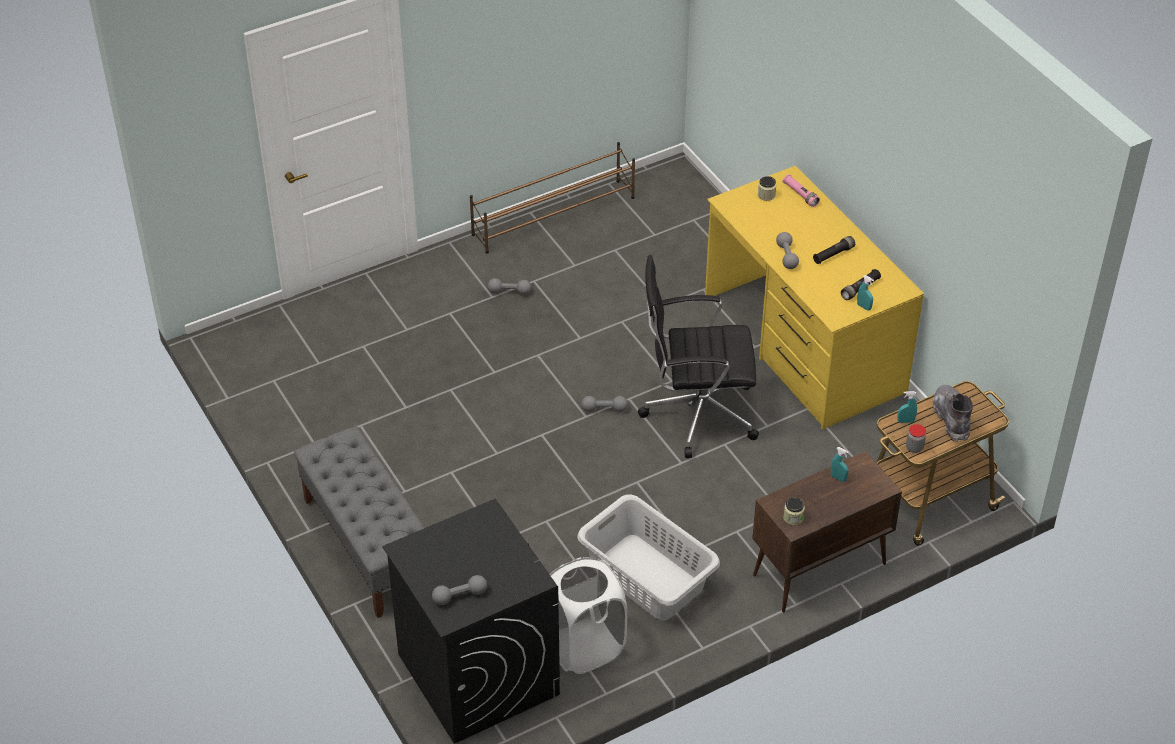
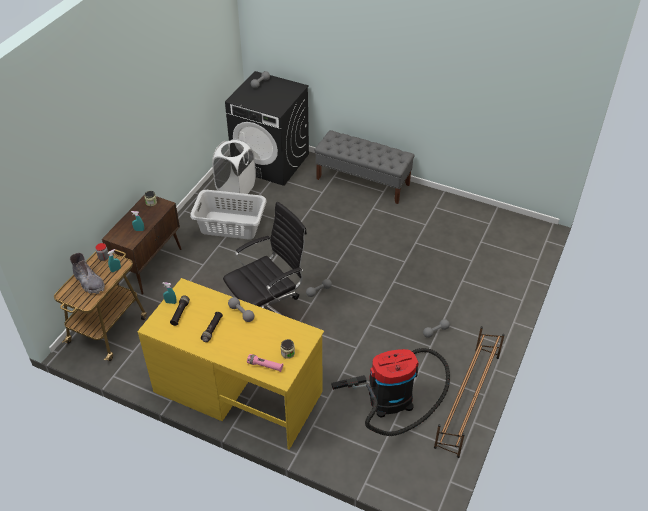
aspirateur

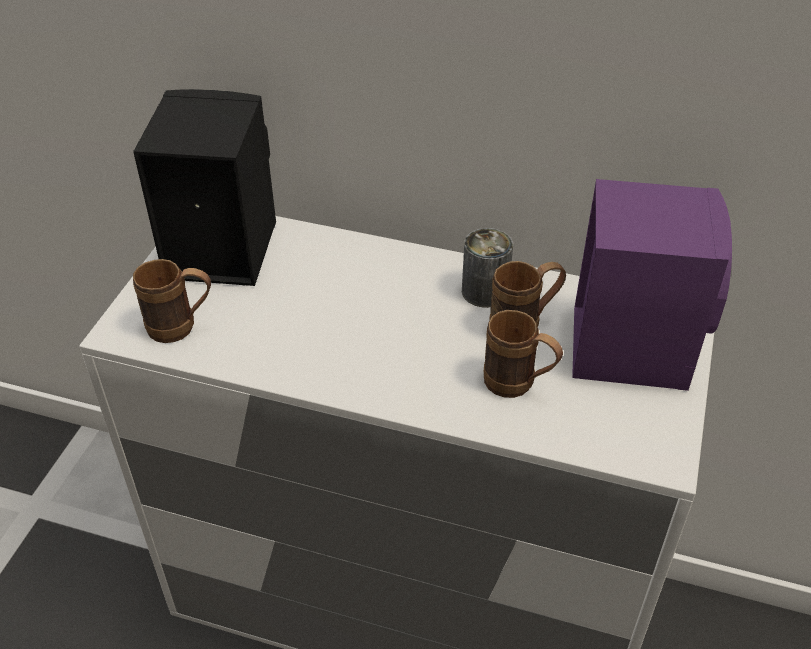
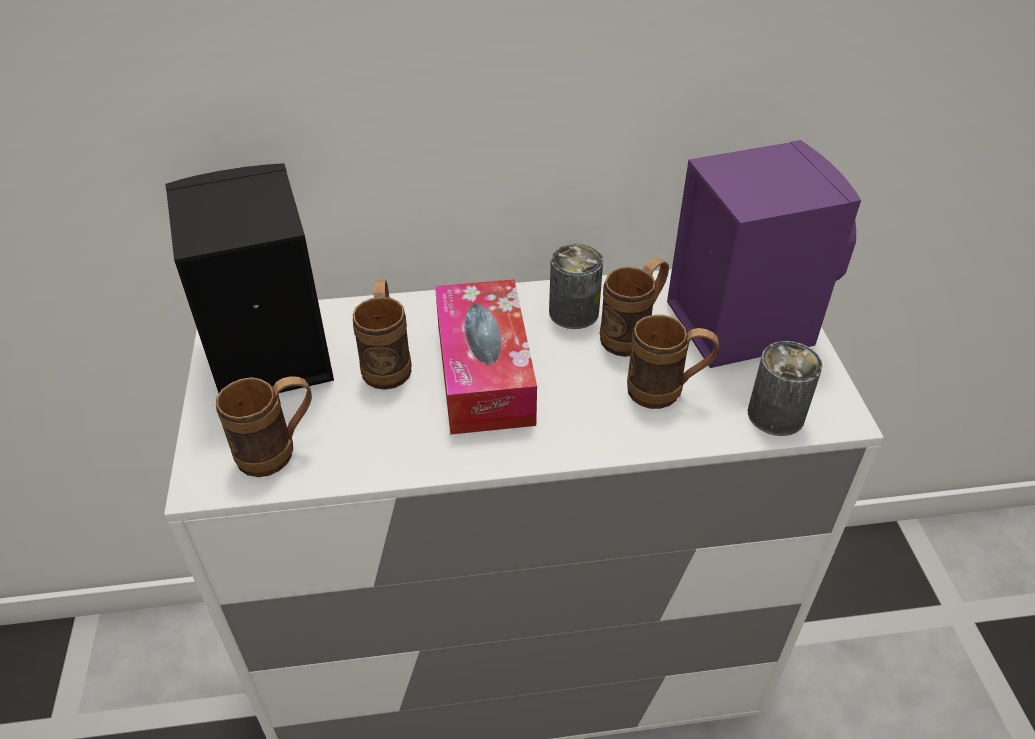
mug [marron] (no. 2 from left)
boîte à mouchoirs
boîte métallique (no. 2 from left)

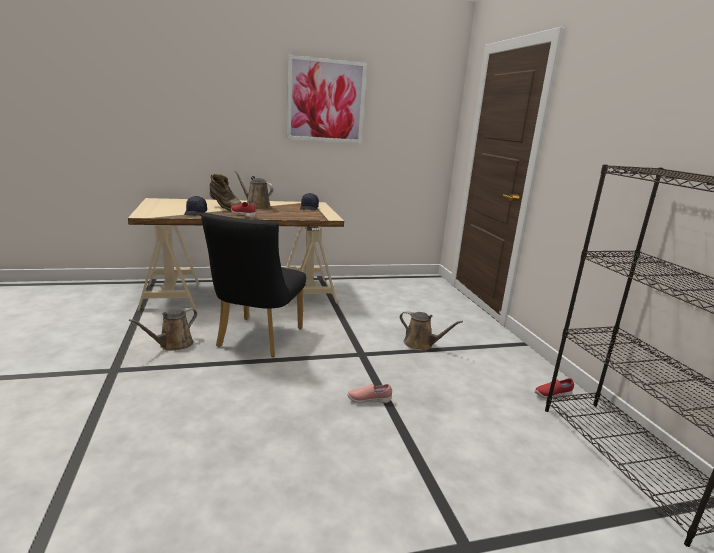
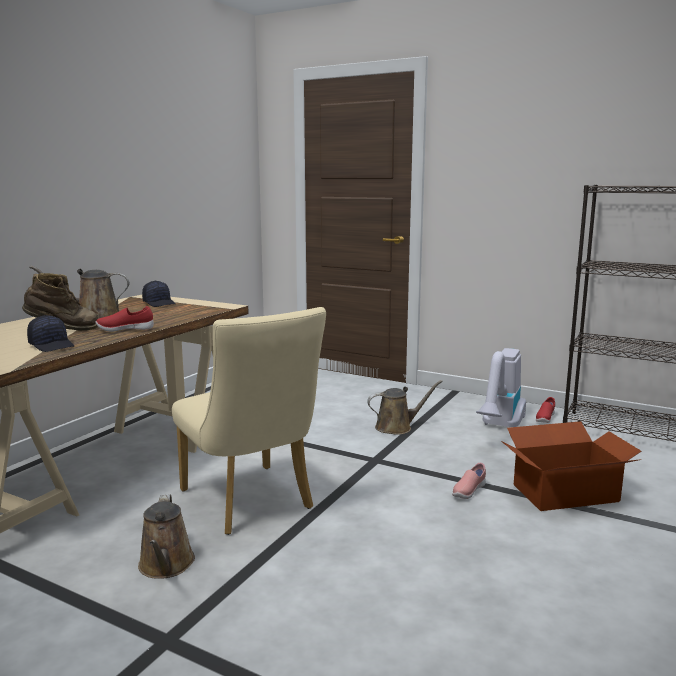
chaise [beige]
tableau
aspirateur
carton

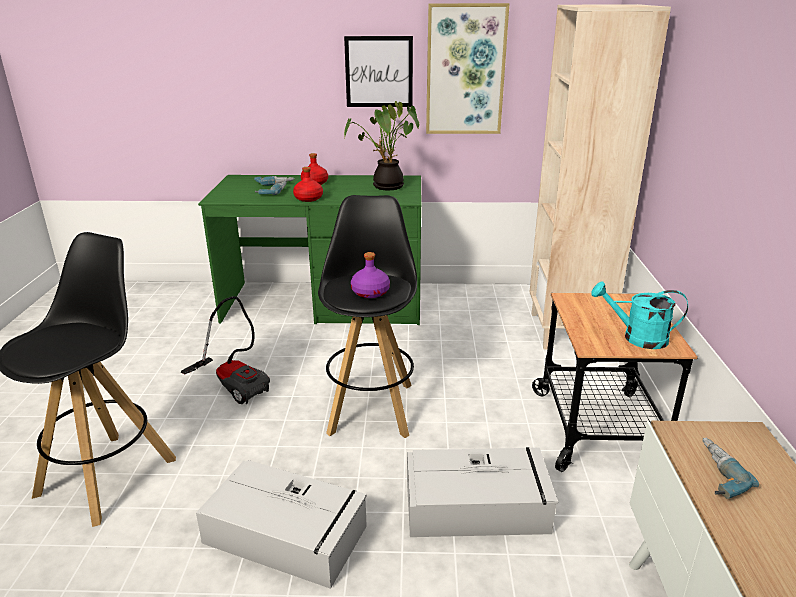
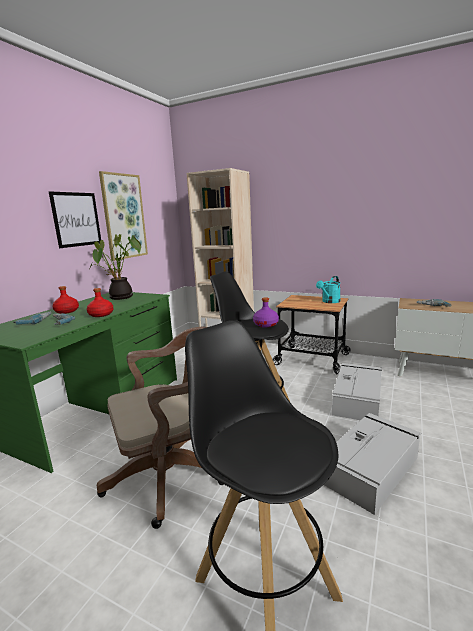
chaise de bureau [marron]

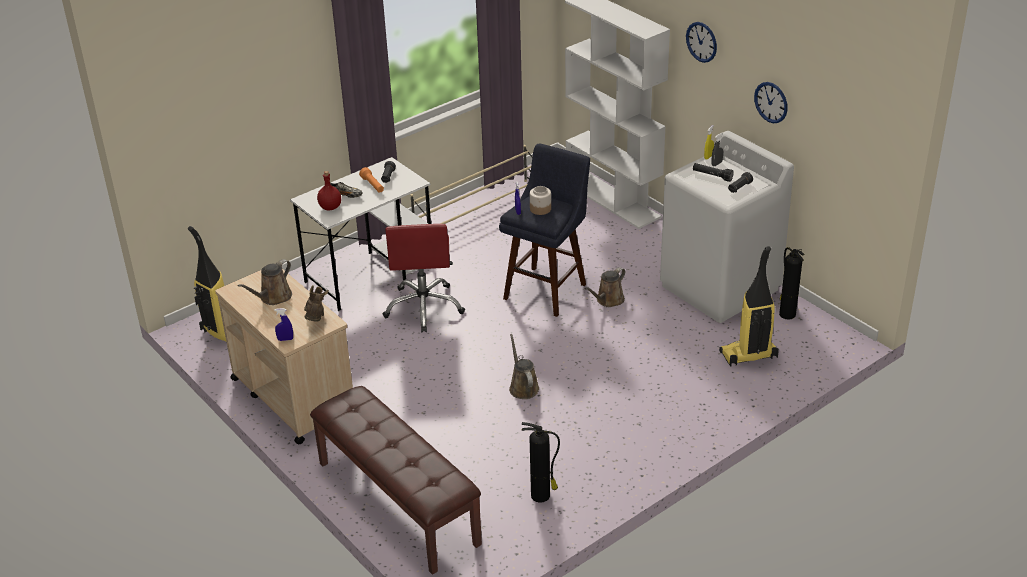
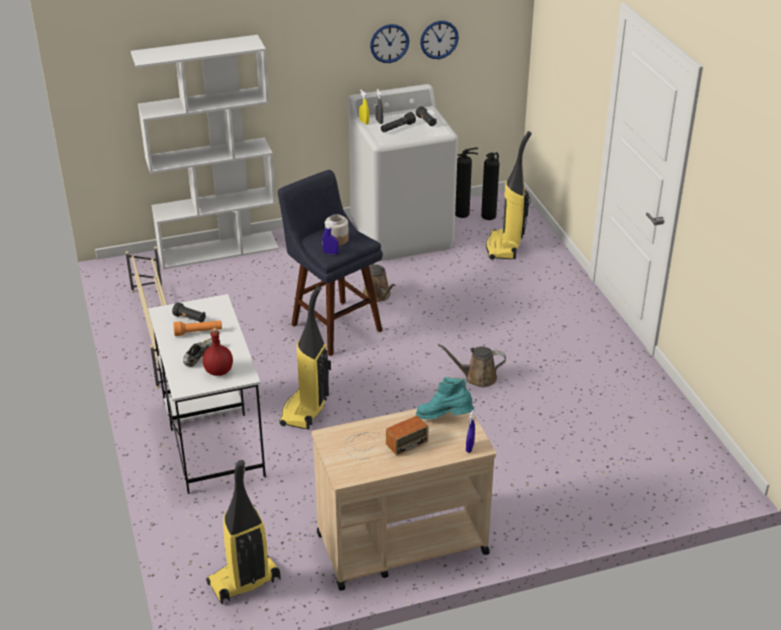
radio
botte [turquoise]
banc [marron]
aspirateur (no. 2 from left)
extincteur (no. 2 from left)
horloge murale (no. 2 from left)

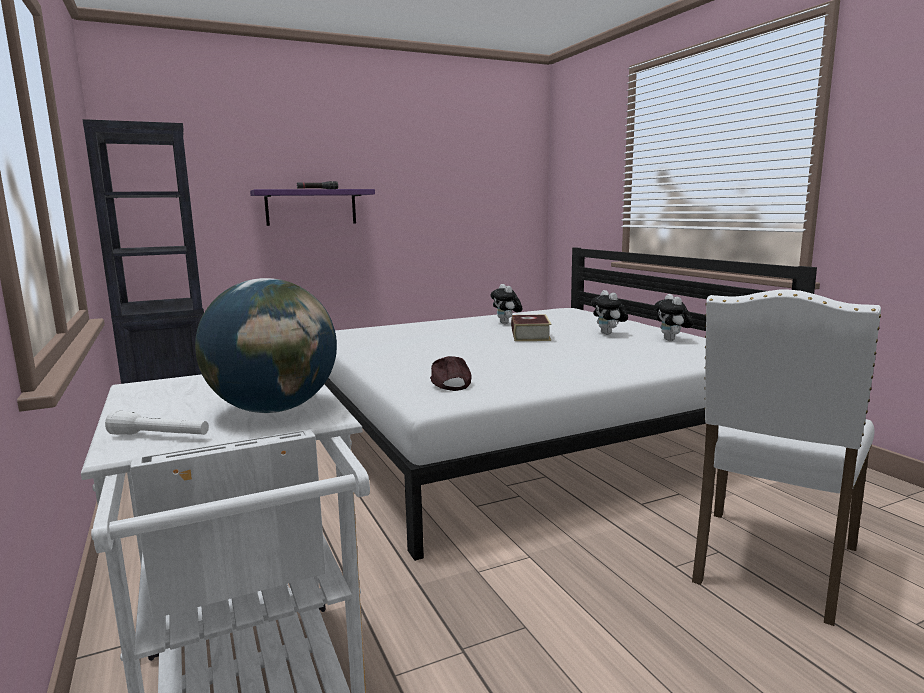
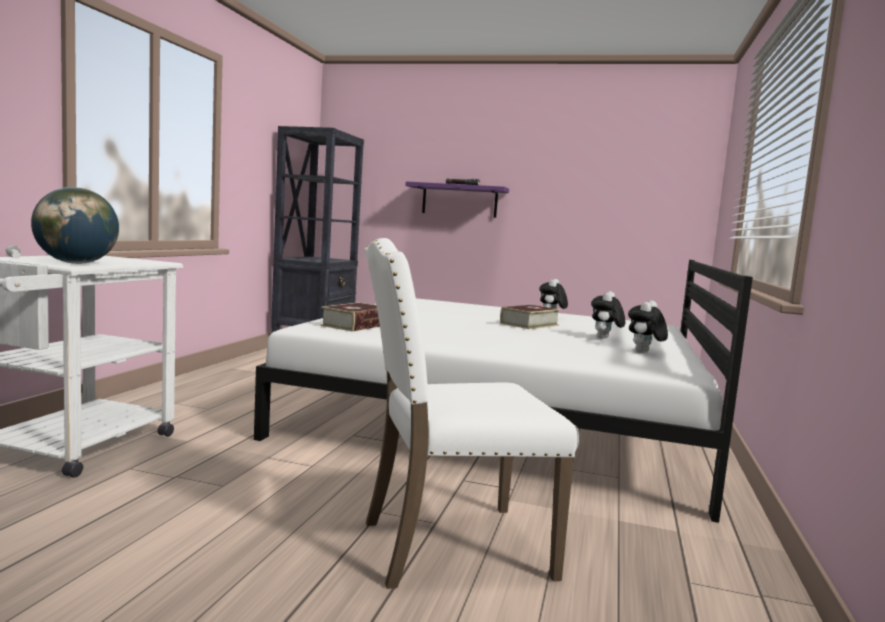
livre (no. 1 from left)

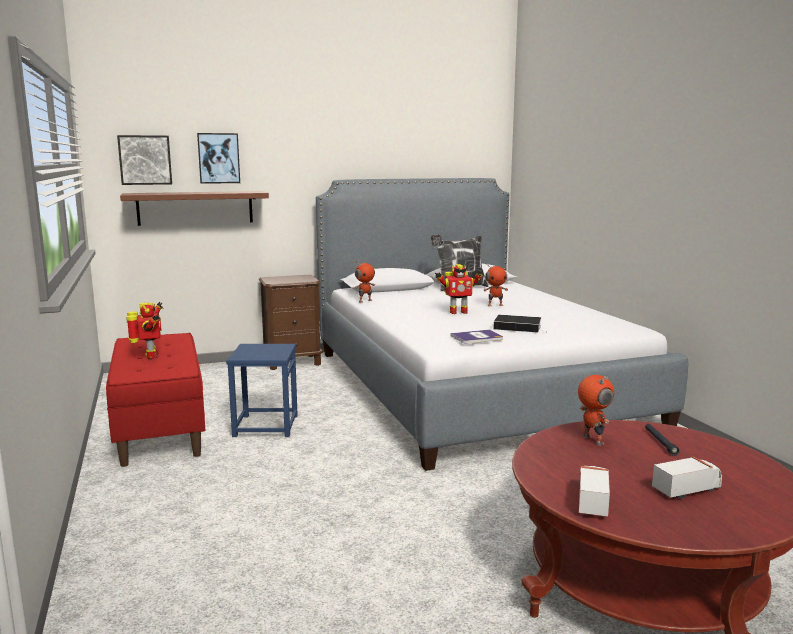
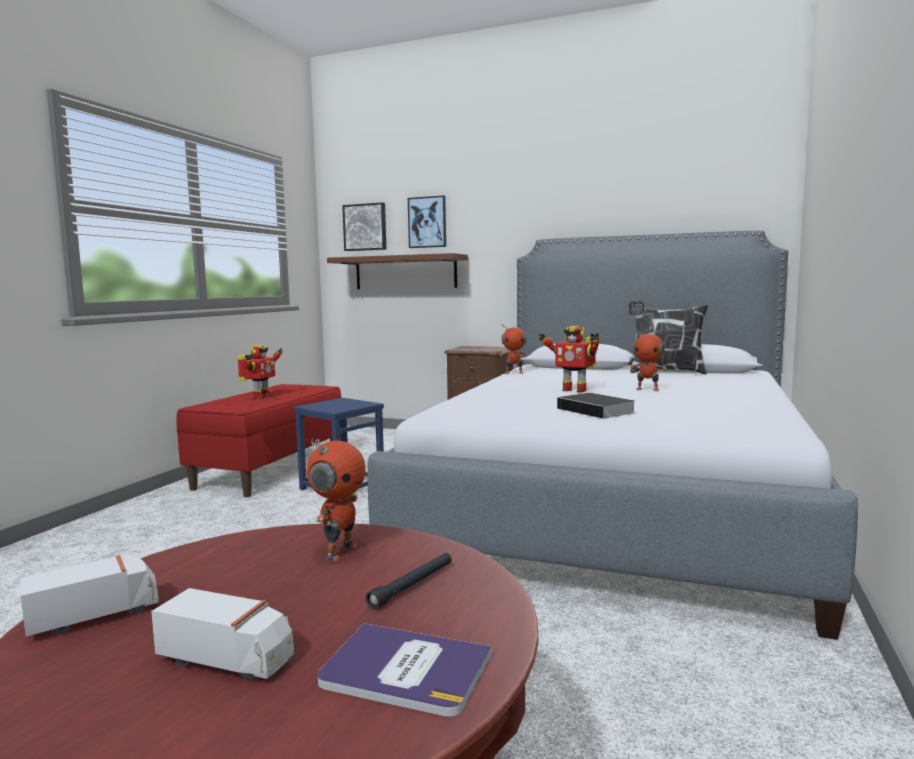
livre (no. 1 from left)

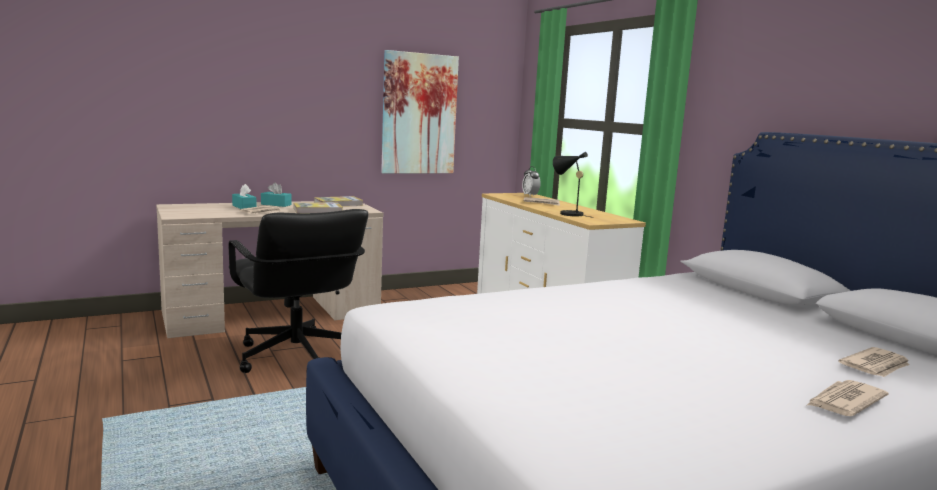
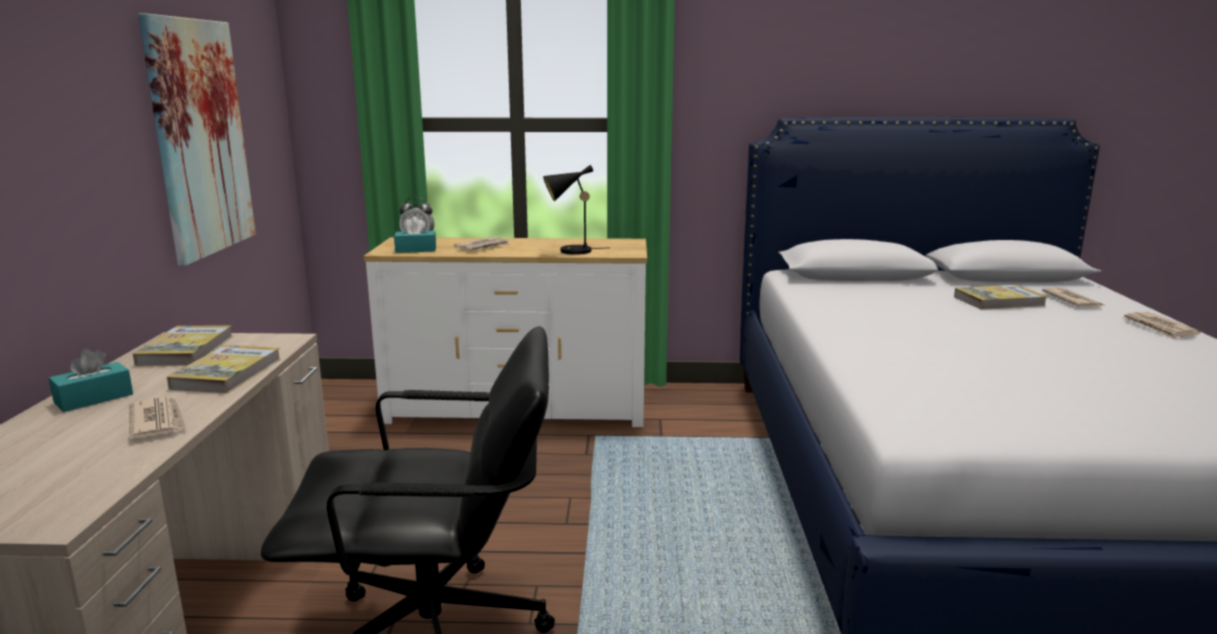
boîte à mouchoirs [turquoise] (no. 2 from left)
livre (no. 3 from left)

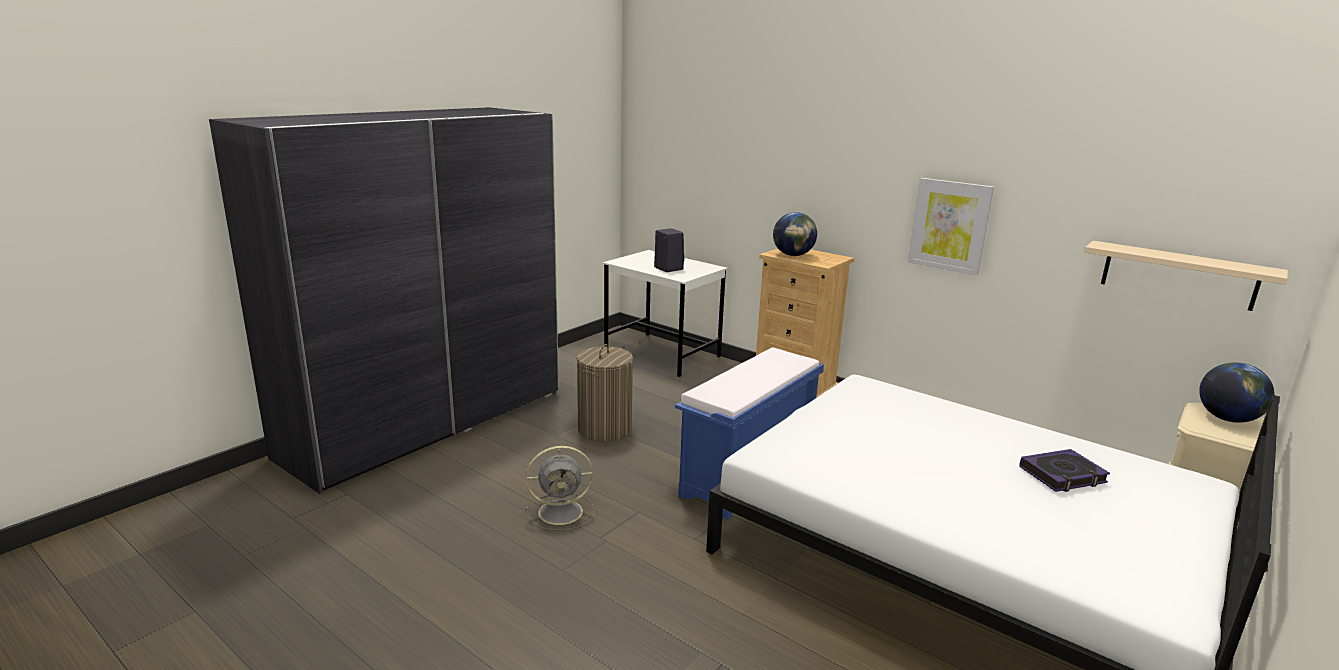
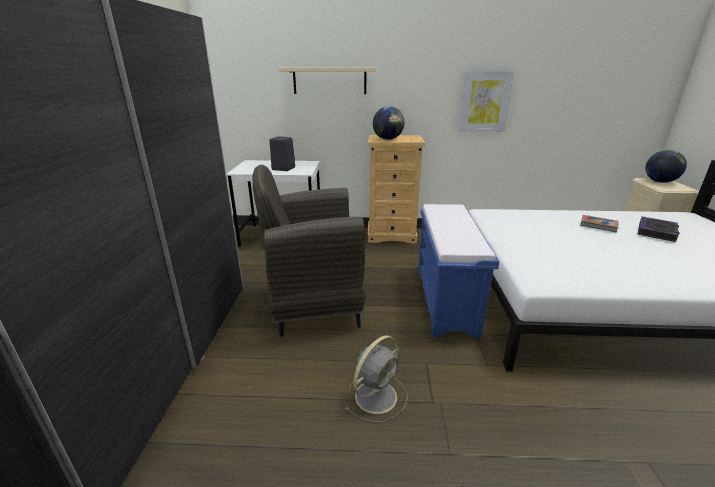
fauteuil [gris]
étagère [beige]
livre (no. 1 from left)

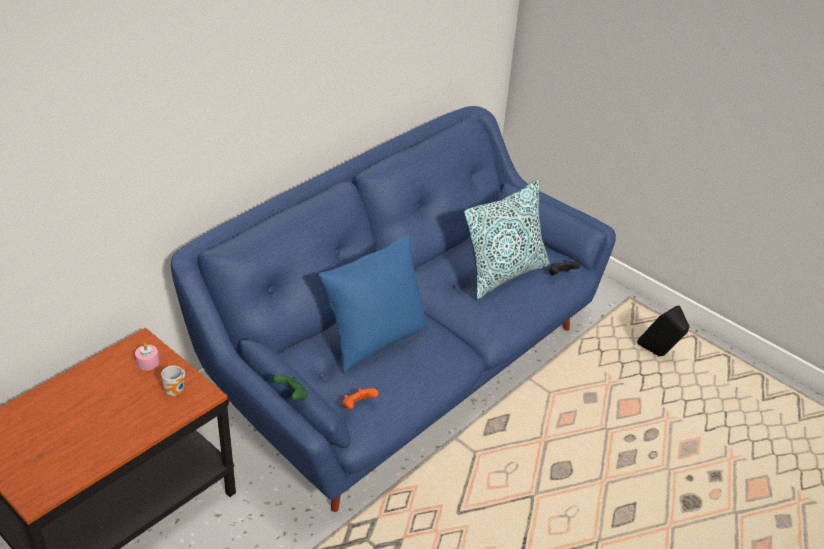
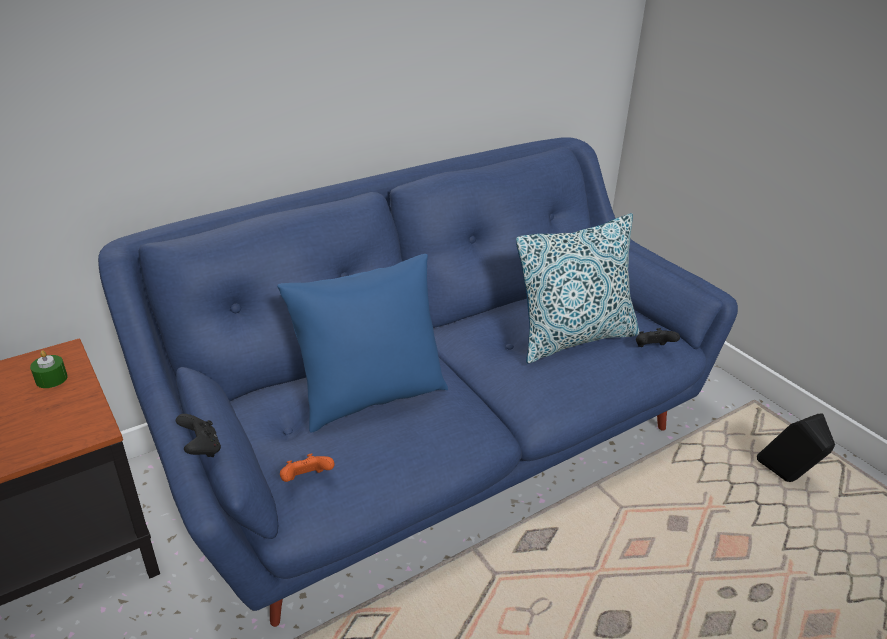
bougie [vert]
mug
manette [noir] (no. 1 from left)

